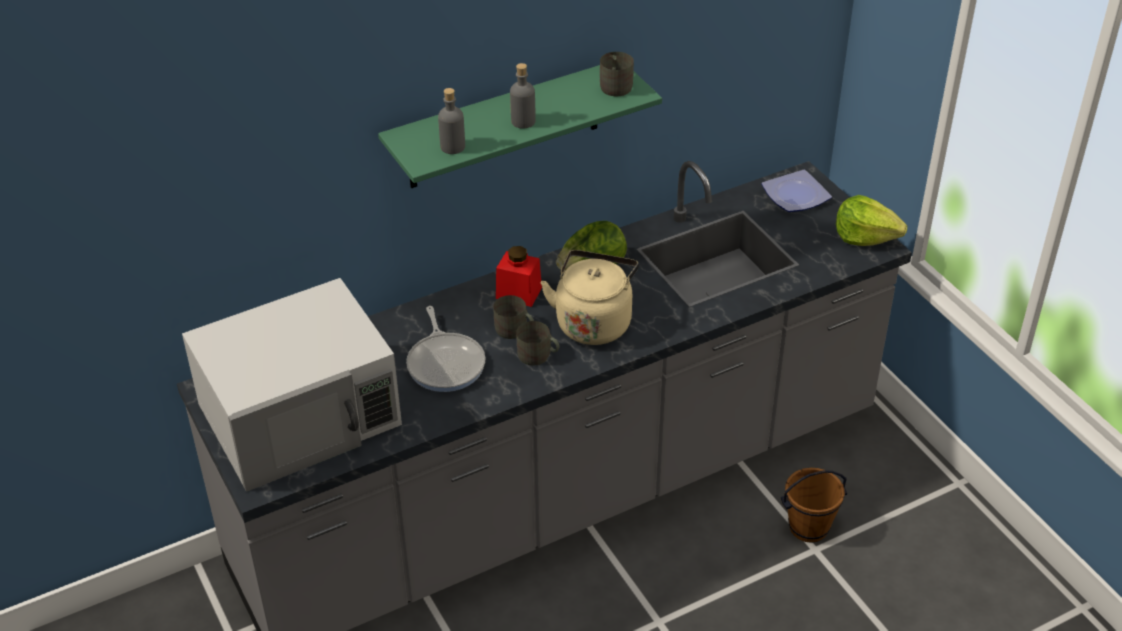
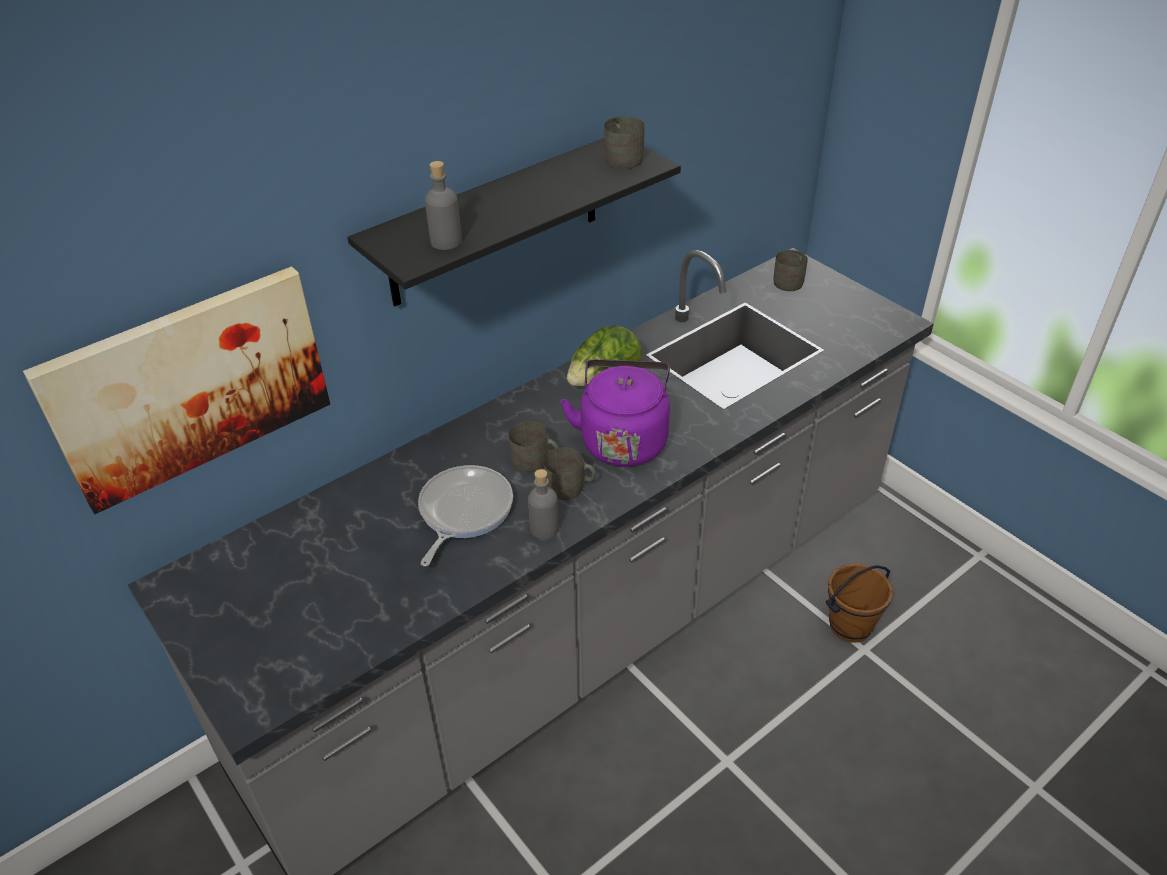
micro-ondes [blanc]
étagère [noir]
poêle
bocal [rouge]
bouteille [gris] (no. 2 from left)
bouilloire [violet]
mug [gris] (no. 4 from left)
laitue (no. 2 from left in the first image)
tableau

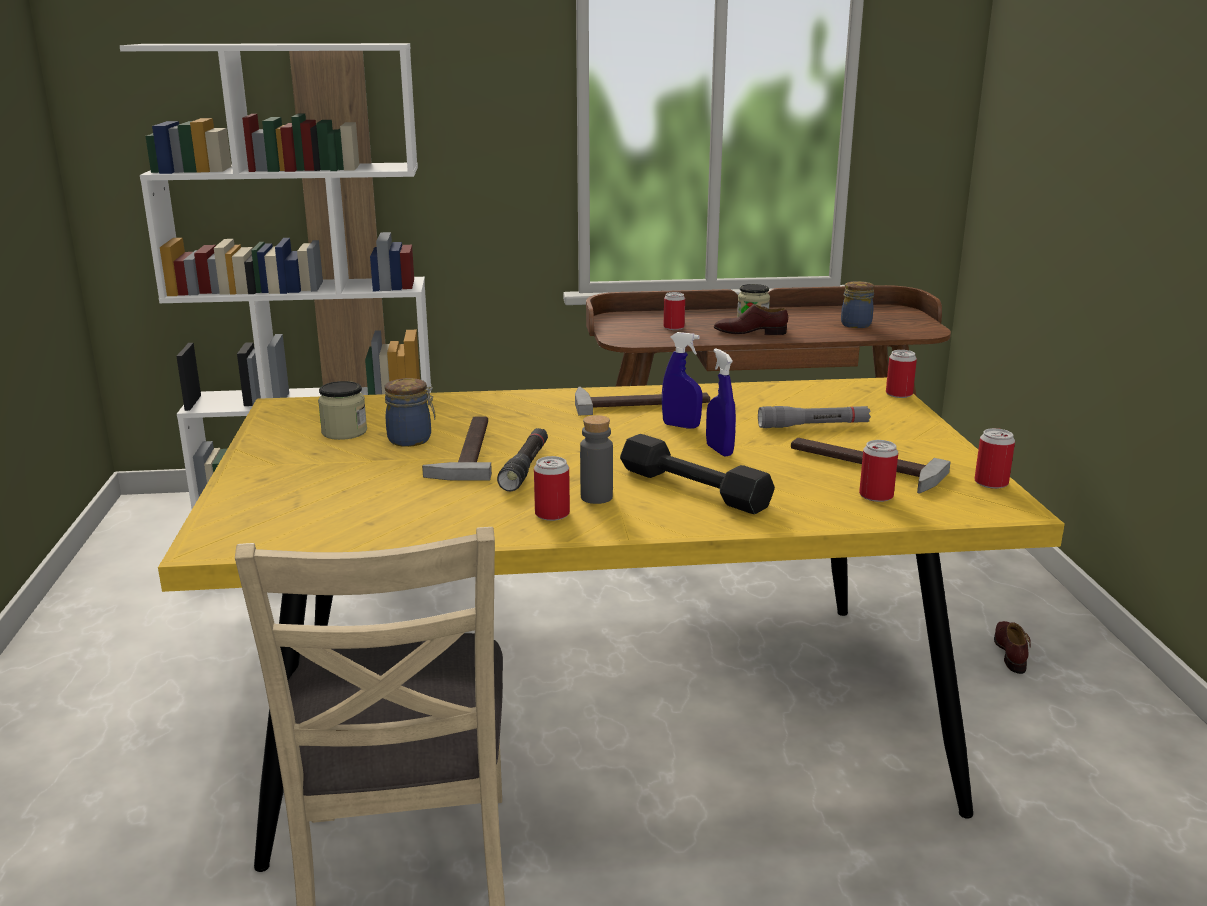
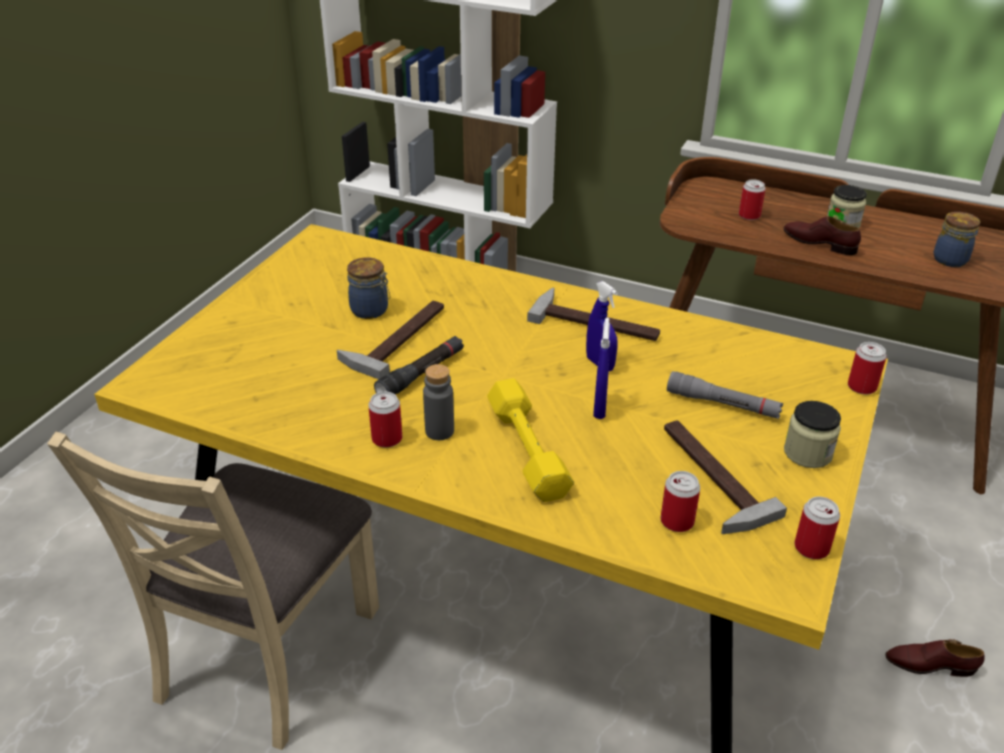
bocal (no. 2 from left)
haltère [jaune]
chaussure [marron] (no. 2 from left)

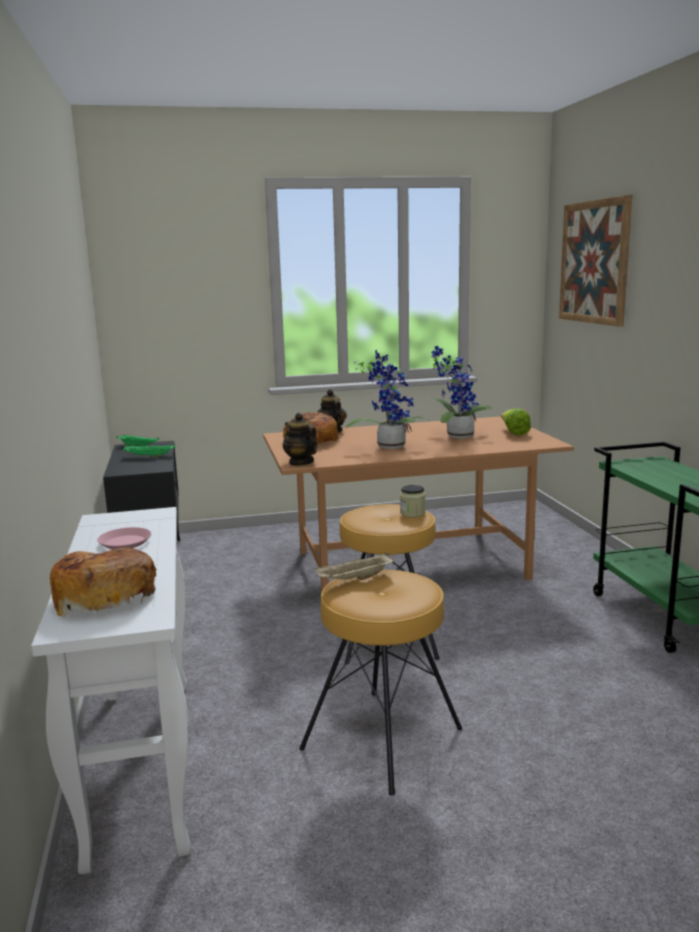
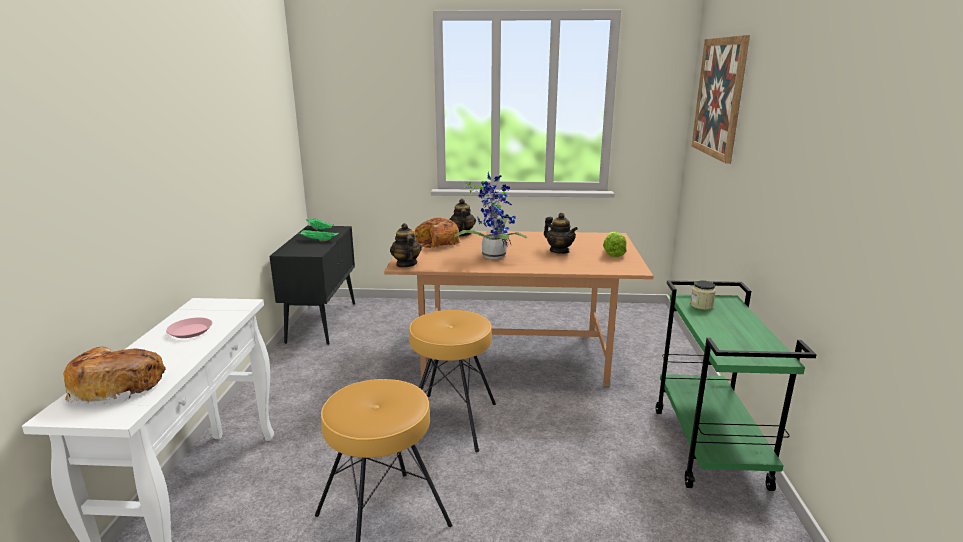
plateau [beige]
bocal
théière (no. 3 from left)

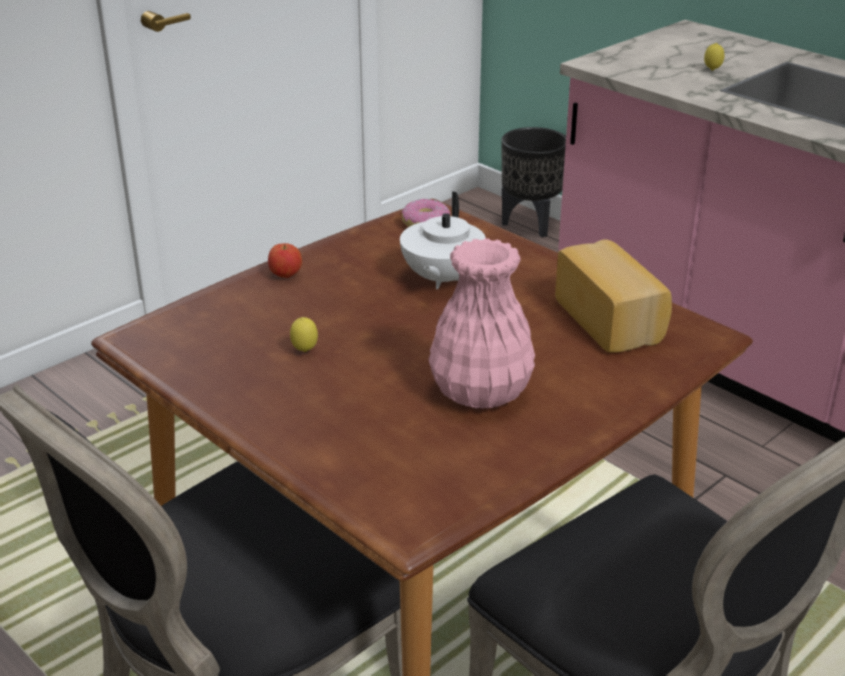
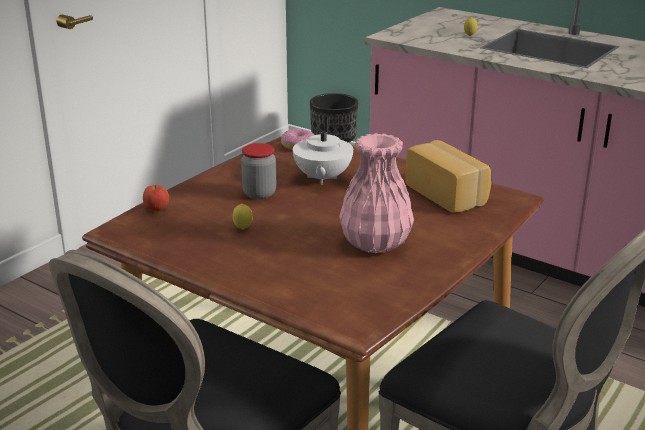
pomme
bocal

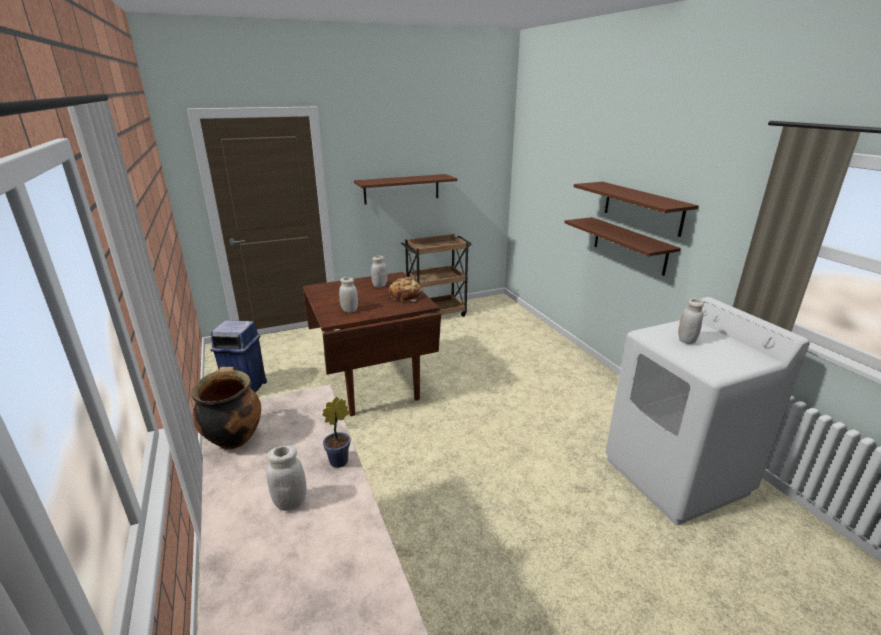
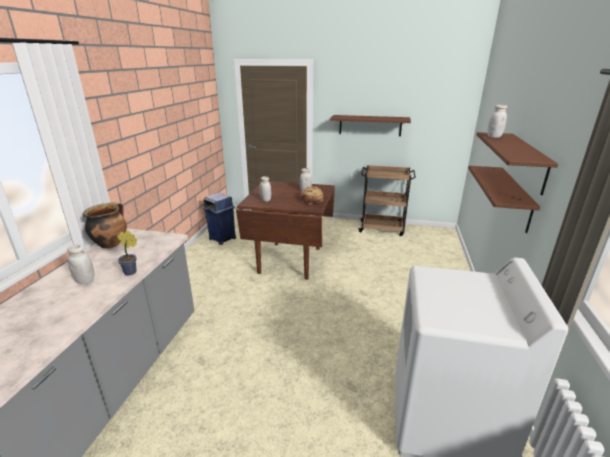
bocal [blanc] (no. 4 from left)

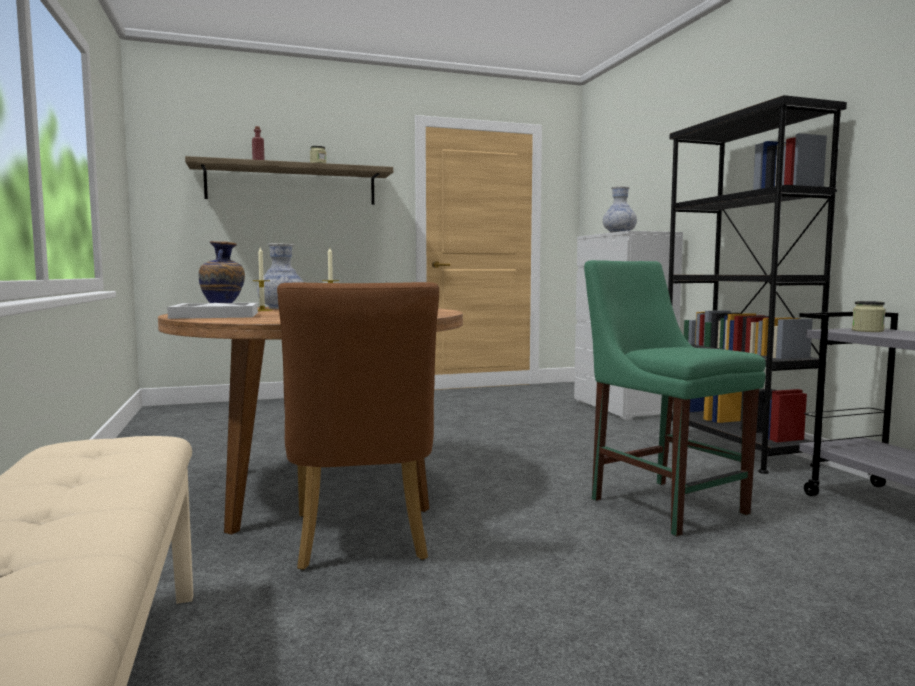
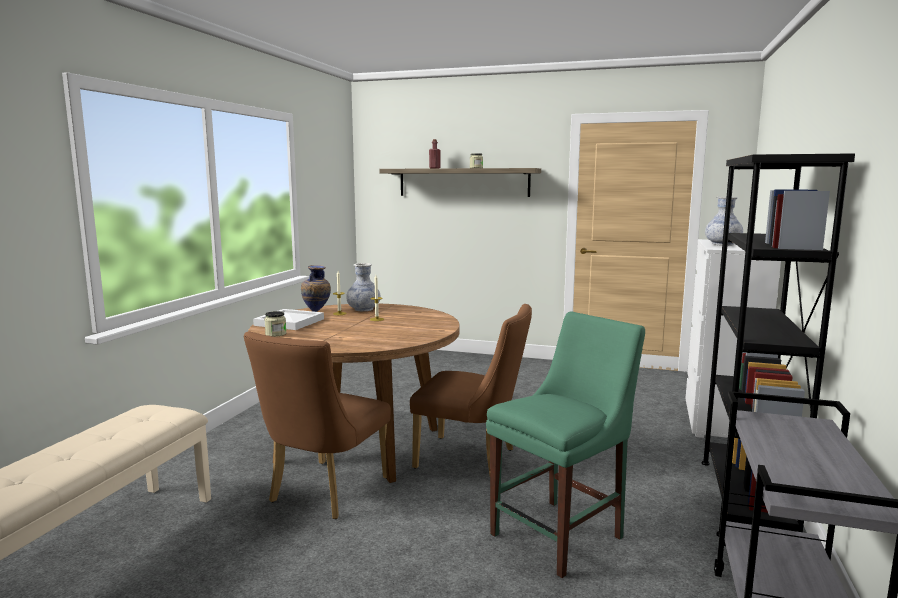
chaise [vert]
bocal (no. 1 from left)
chaise [marron] (no. 2 from left)

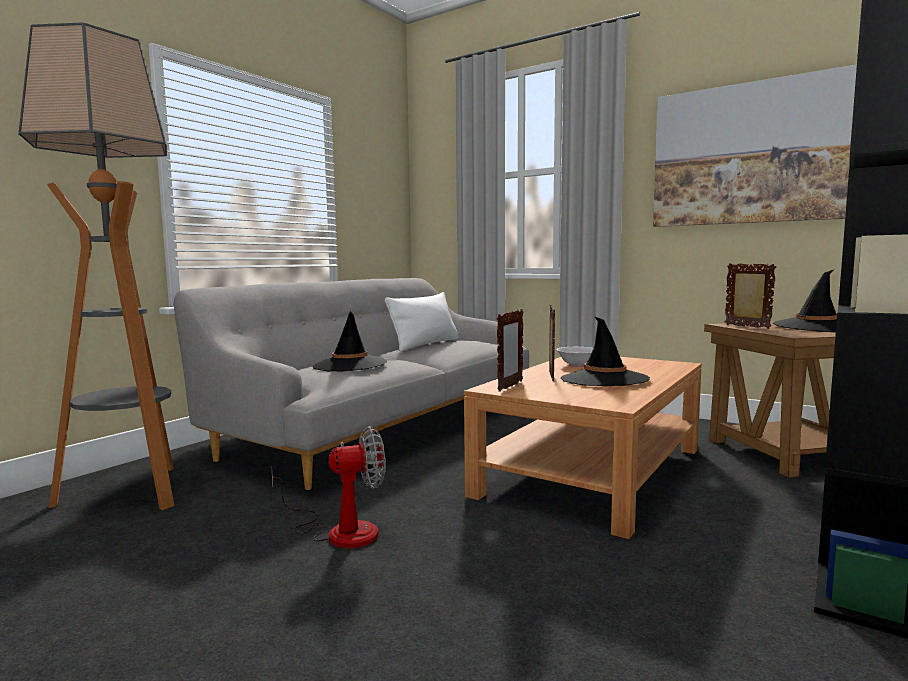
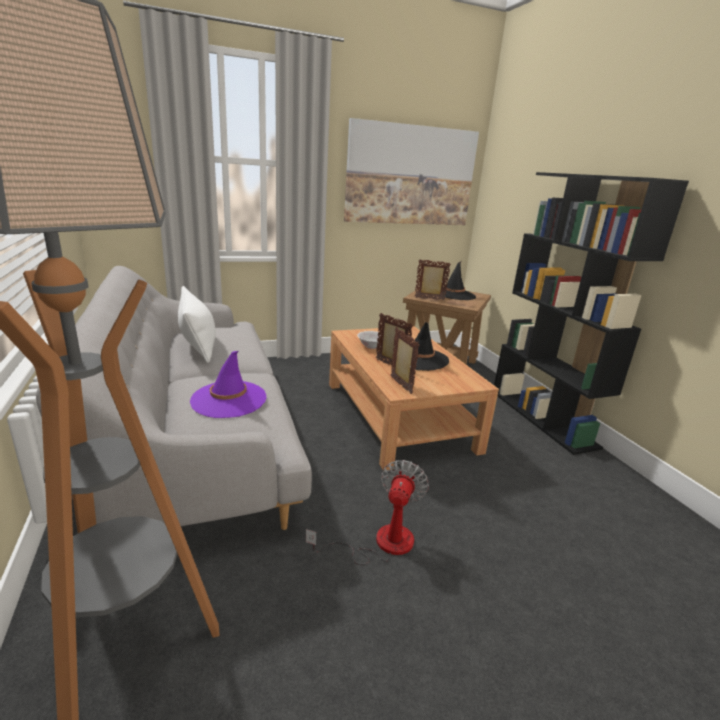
chapeau [violet]

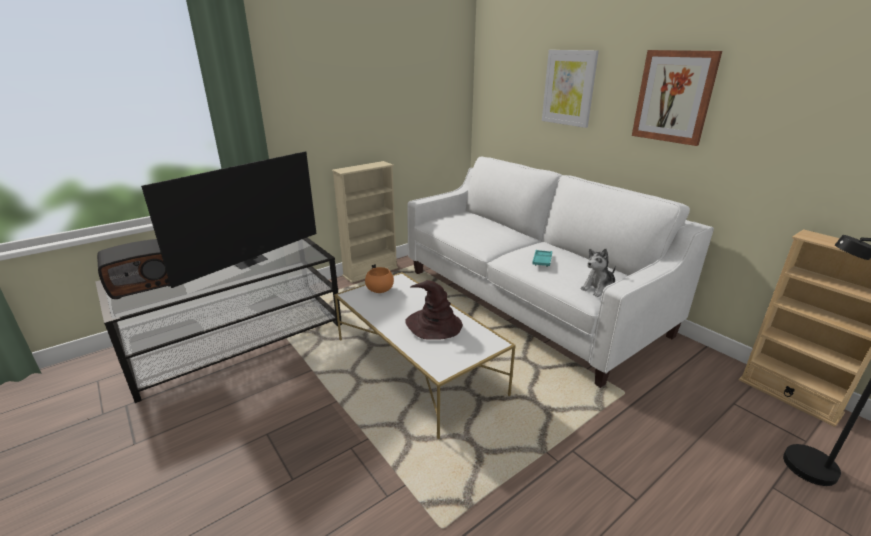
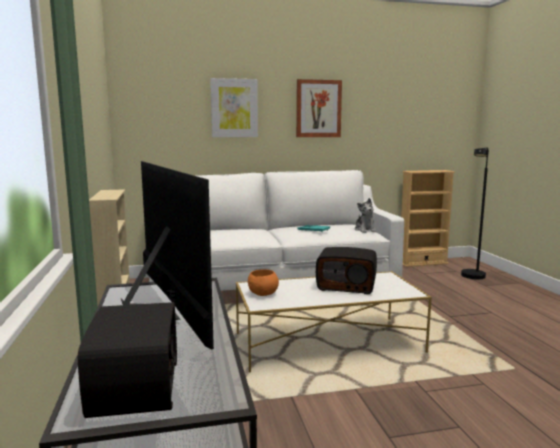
radio (no. 2 from left)

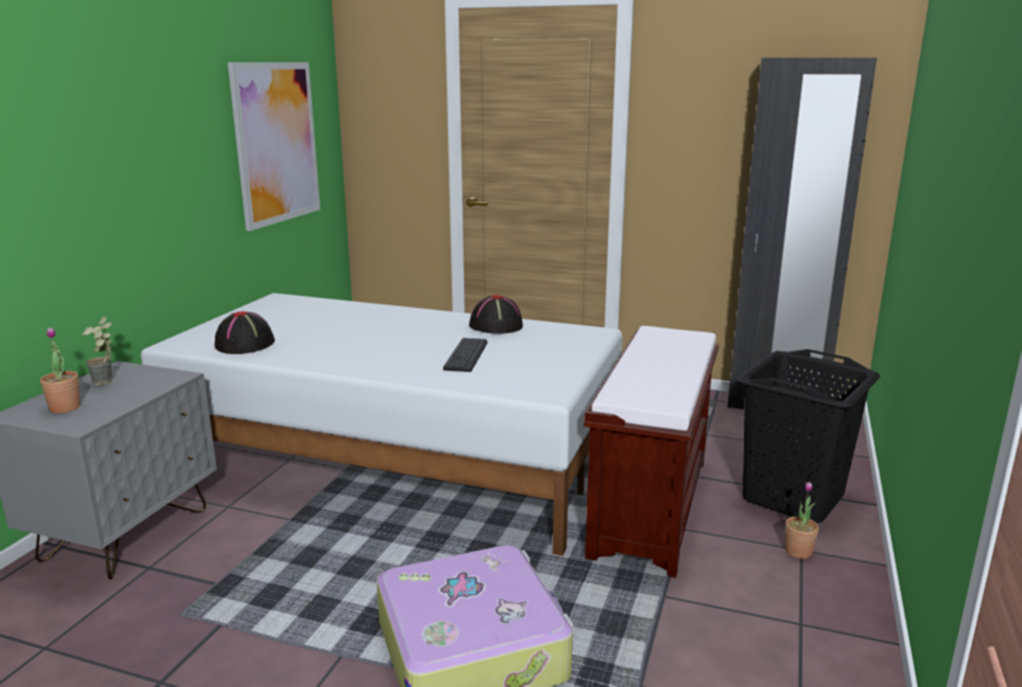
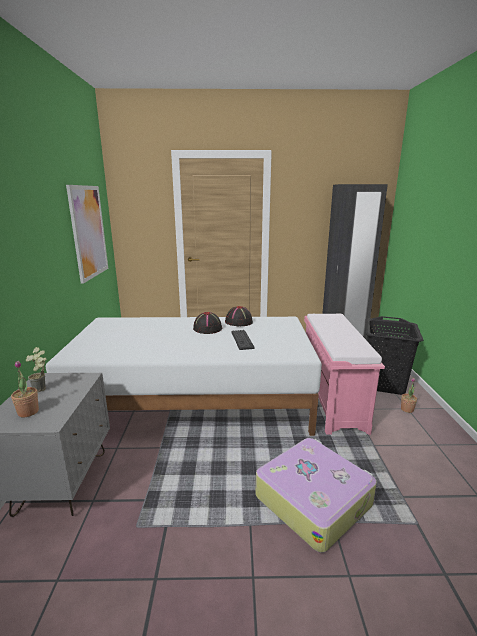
chapeau [noir] (no. 1 from left)
banc [rose]

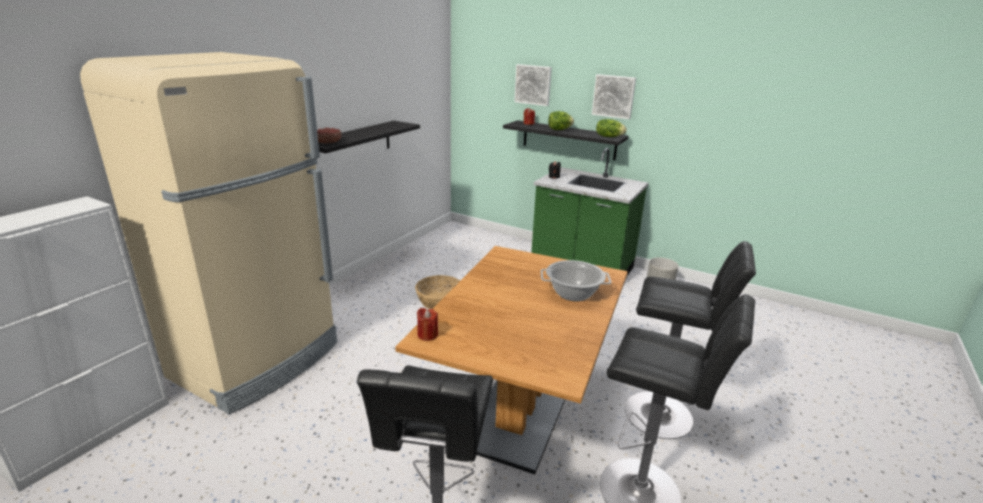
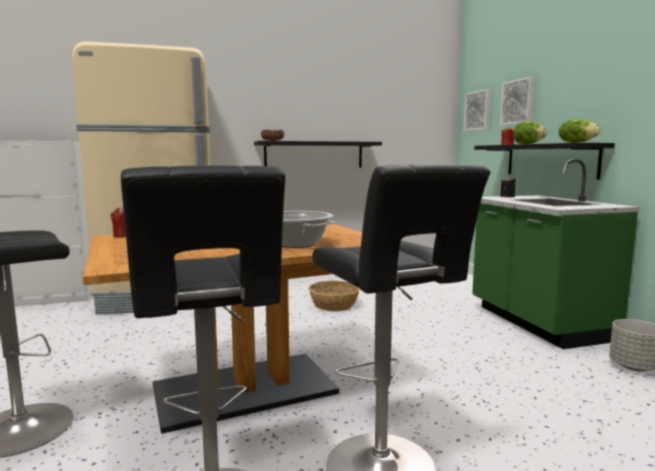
tableau (no. 1 from left)

